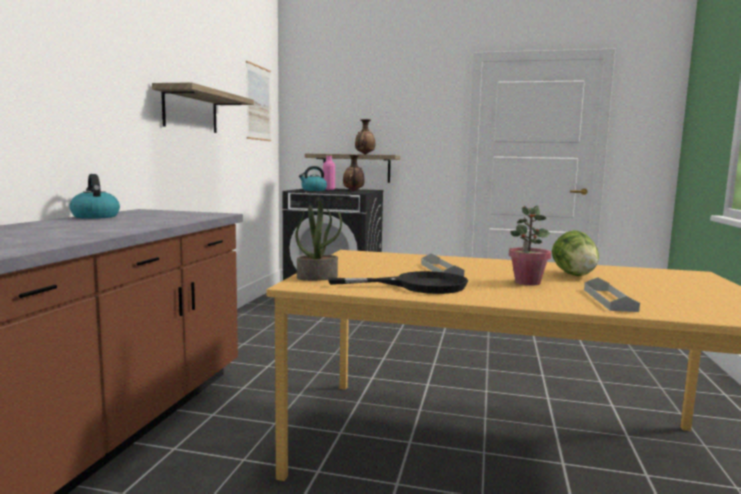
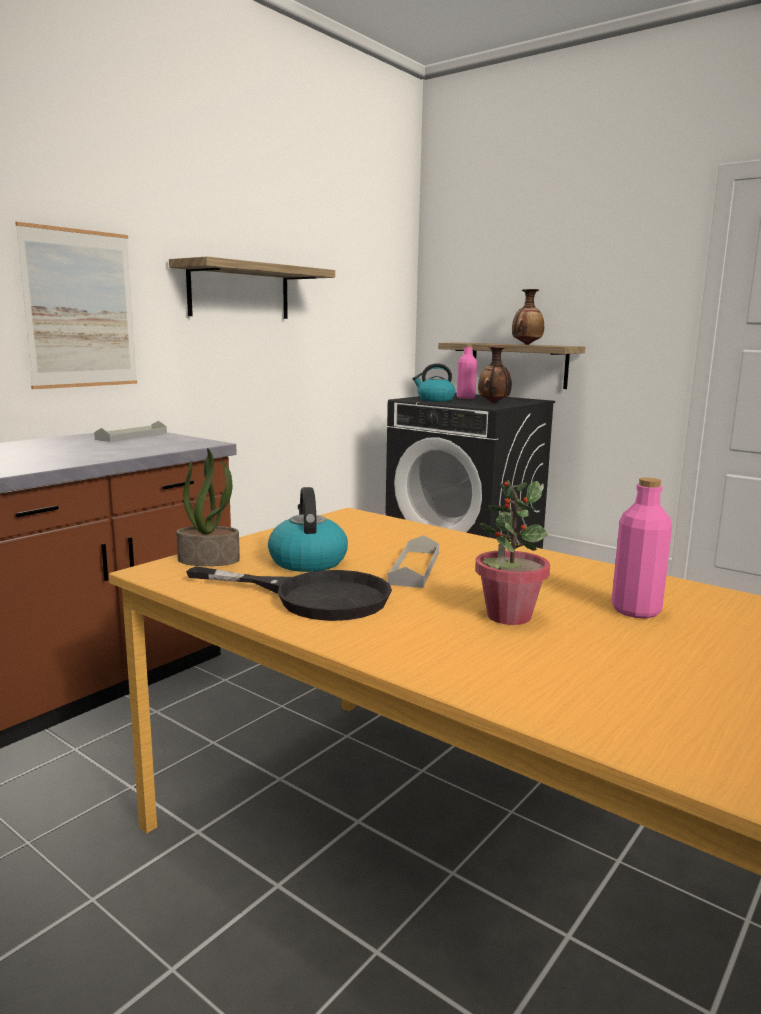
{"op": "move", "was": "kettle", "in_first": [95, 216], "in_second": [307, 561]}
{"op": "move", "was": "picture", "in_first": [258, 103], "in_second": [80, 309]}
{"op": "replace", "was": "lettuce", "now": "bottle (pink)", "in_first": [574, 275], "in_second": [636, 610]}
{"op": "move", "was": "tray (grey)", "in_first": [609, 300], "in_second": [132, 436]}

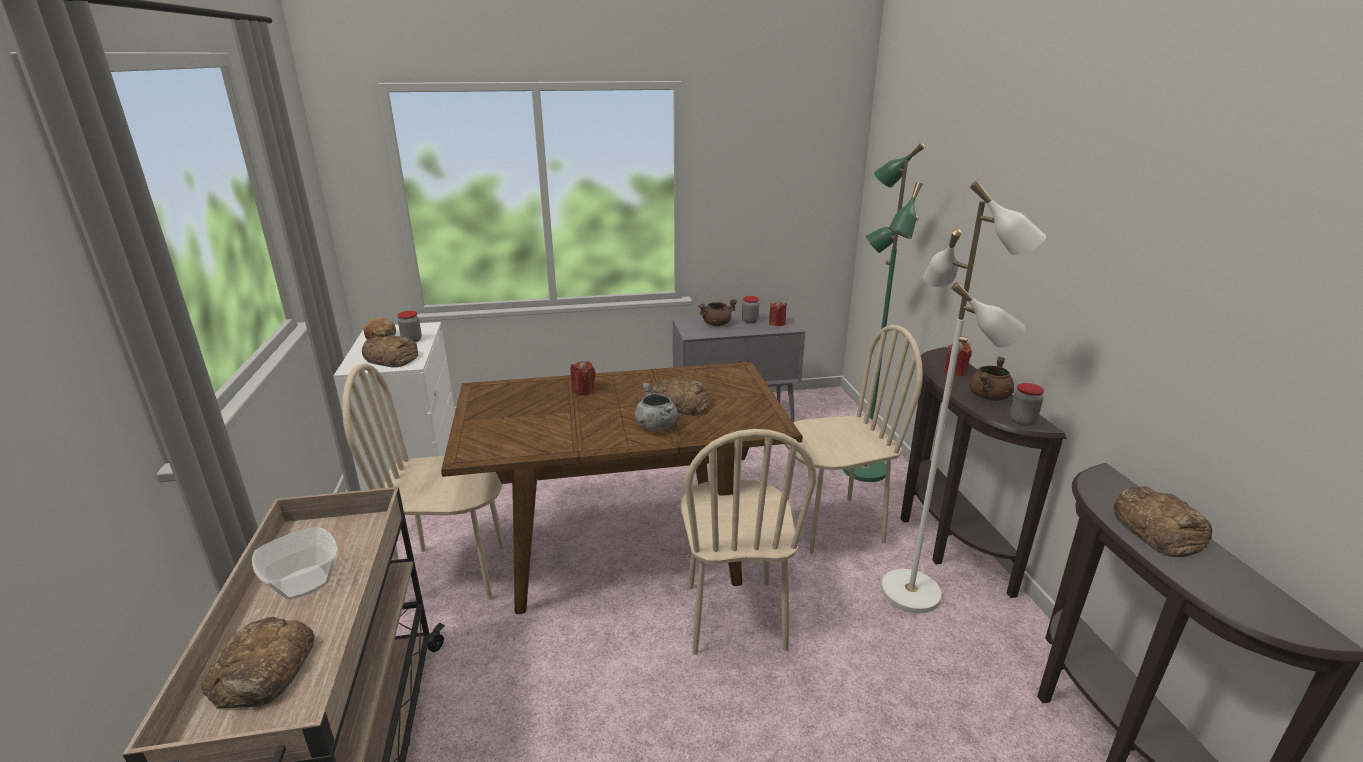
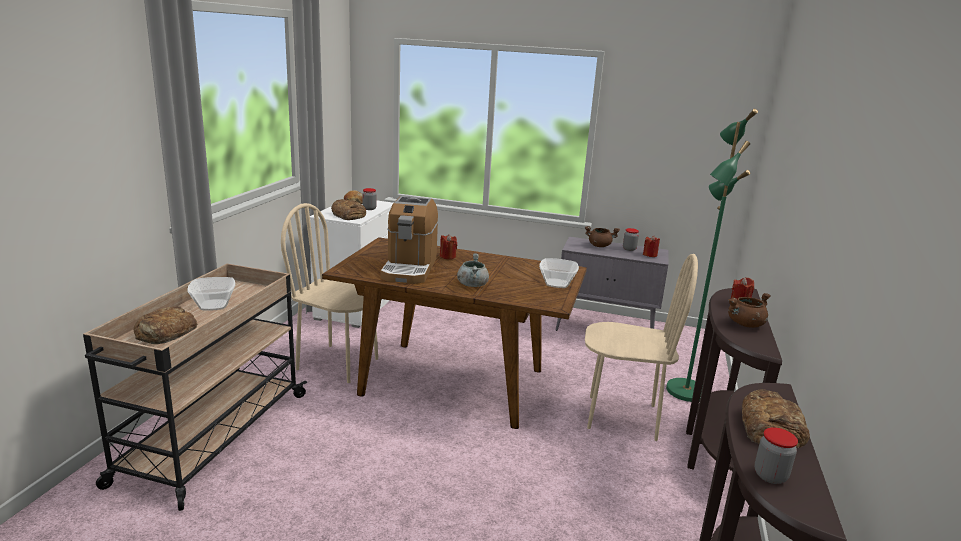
{"op": "delete", "was": "bread", "in_first": [681, 403]}
{"op": "delete", "was": "chair (beige)", "in_first": [734, 616]}
{"op": "delete", "was": "floor lamp (white)", "in_first": [912, 592]}
{"op": "move", "was": "jar", "in_first": [1022, 421], "in_second": [770, 476]}
{"op": "insert", "now": "coffee machine", "in_second": [409, 268]}
{"op": "insert", "now": "bowl", "in_second": [556, 283]}

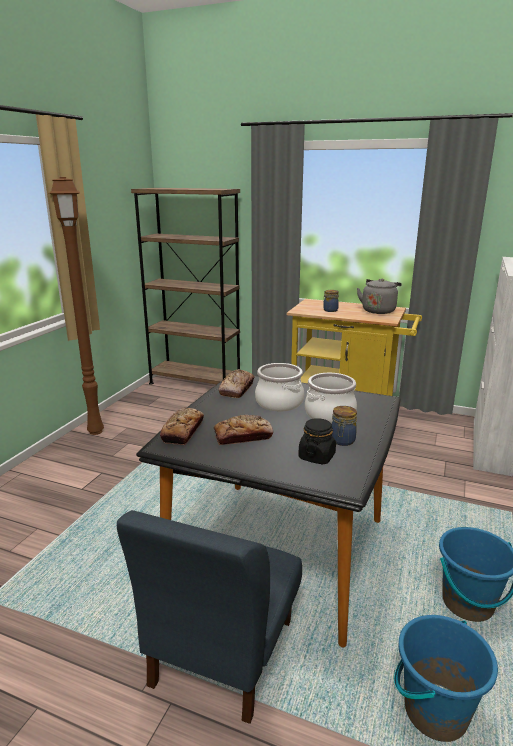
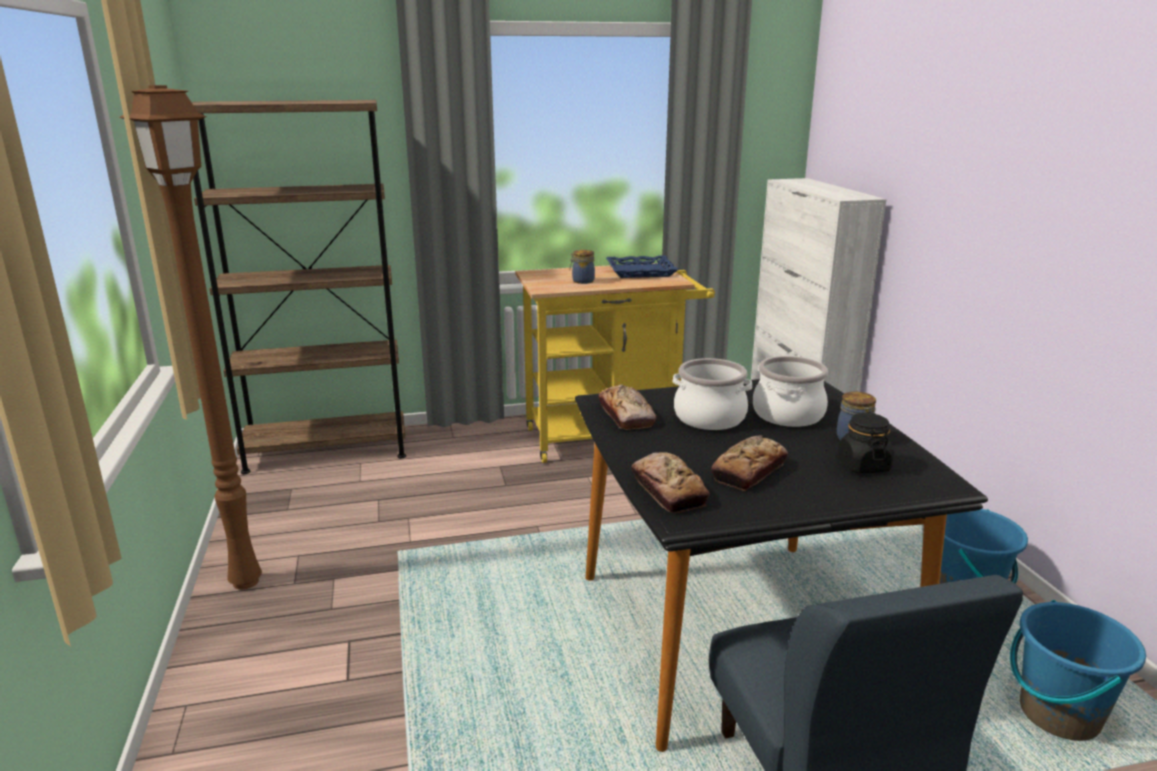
{"op": "replace", "was": "kettle (grey)", "now": "tray (blue)", "in_first": [378, 310], "in_second": [641, 271]}

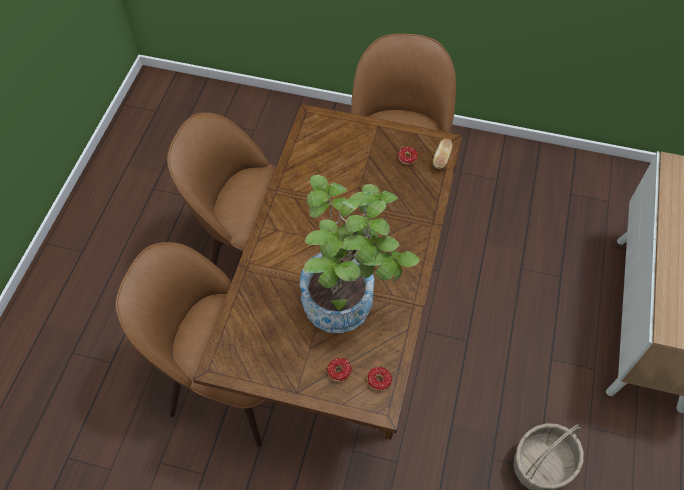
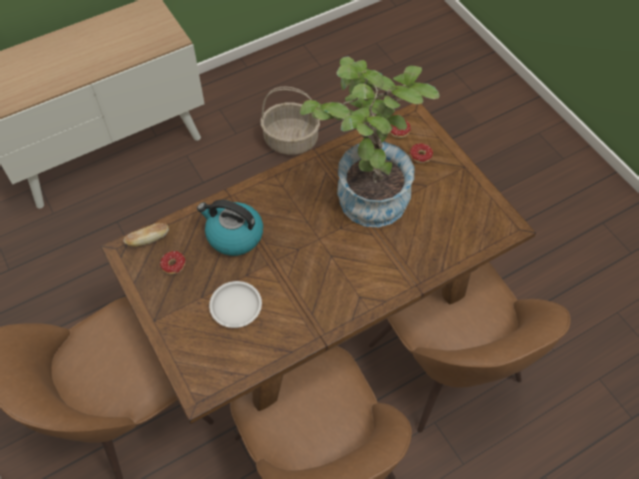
{"op": "insert", "now": "kettle", "in_second": [234, 235]}
{"op": "insert", "now": "plate (white)", "in_second": [236, 306]}

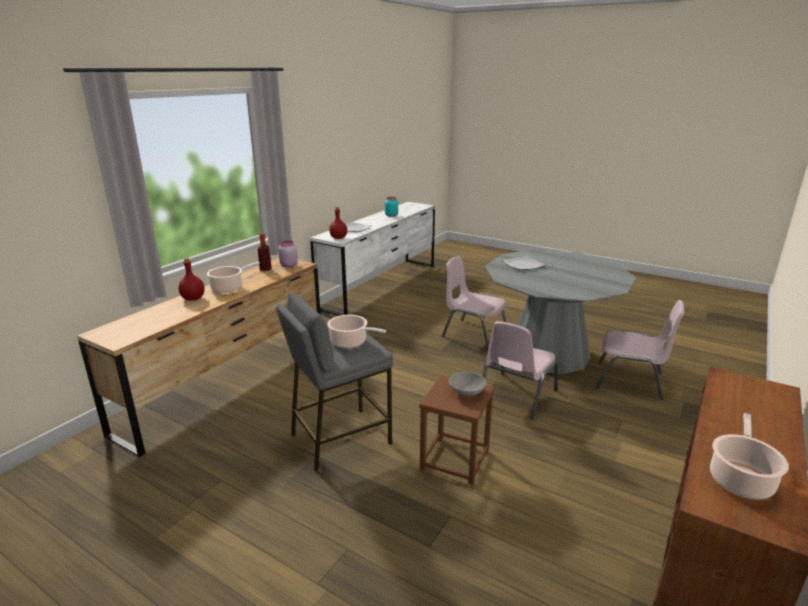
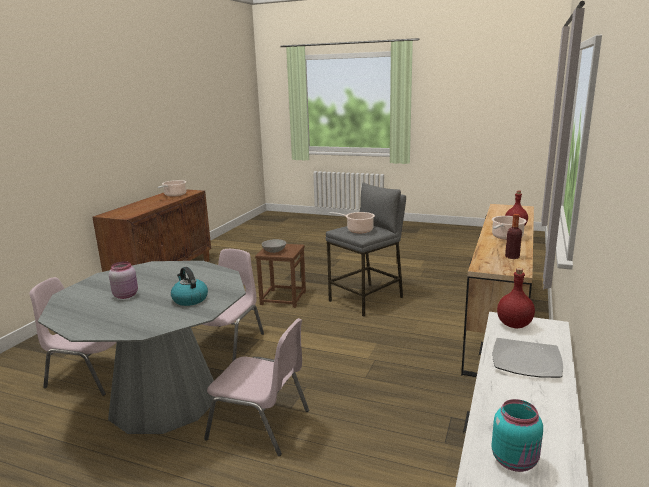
{"op": "move", "was": "jar (pink)", "in_first": [288, 265], "in_second": [126, 295]}
{"op": "replace", "was": "plate", "now": "kettle", "in_first": [523, 265], "in_second": [189, 299]}

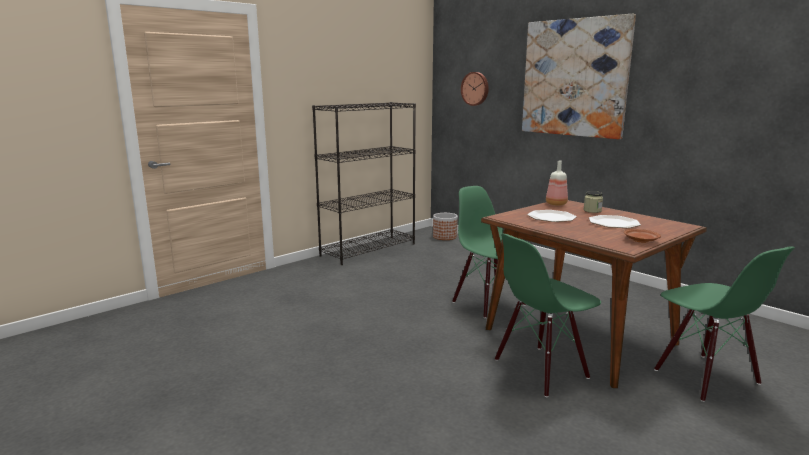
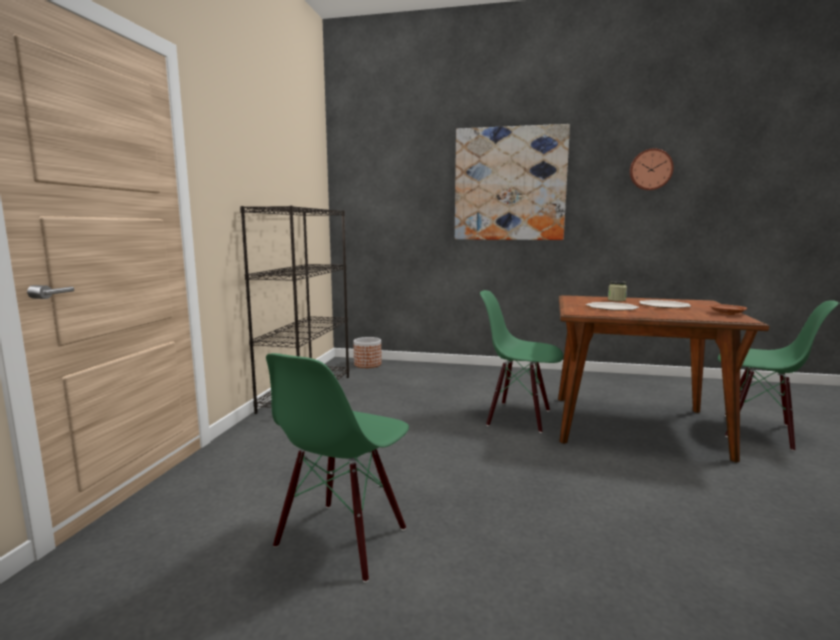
{"op": "move", "was": "wall clock", "in_first": [475, 88], "in_second": [650, 170]}
{"op": "move", "was": "chair (green)", "in_first": [541, 370], "in_second": [342, 539]}
{"op": "delete", "was": "bottle", "in_first": [556, 204]}

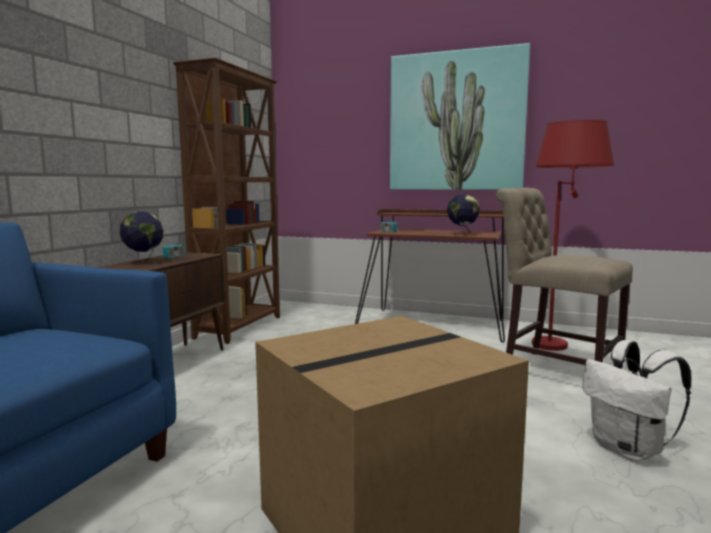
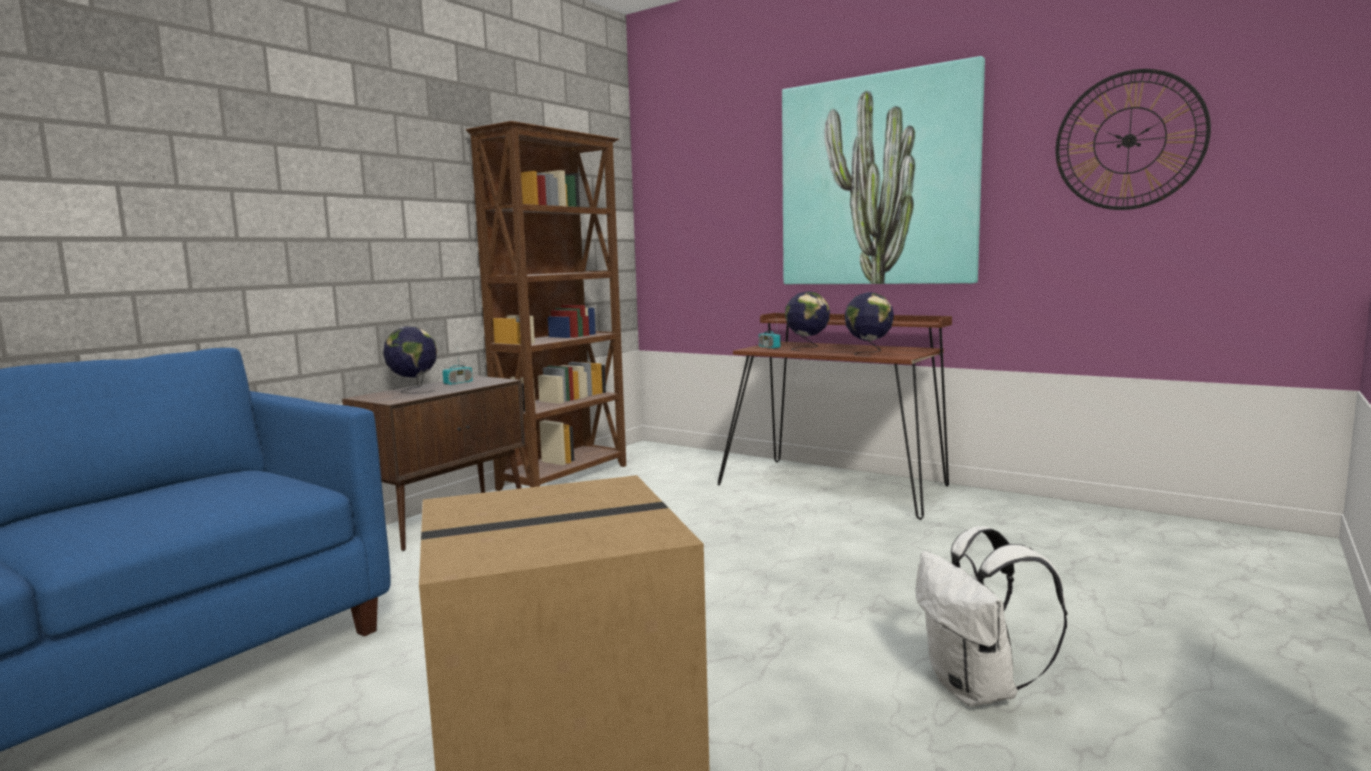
{"op": "delete", "was": "chair (beige)", "in_first": [555, 370]}
{"op": "delete", "was": "floor lamp (red)", "in_first": [561, 342]}
{"op": "insert", "now": "globe", "in_second": [807, 348]}
{"op": "insert", "now": "wall clock", "in_second": [1129, 140]}

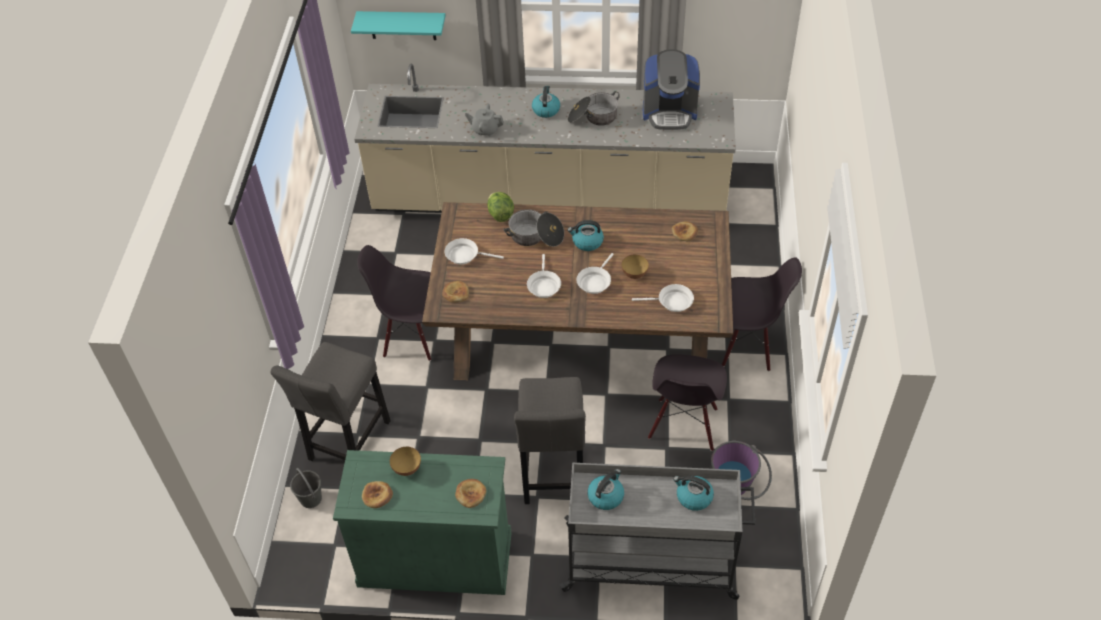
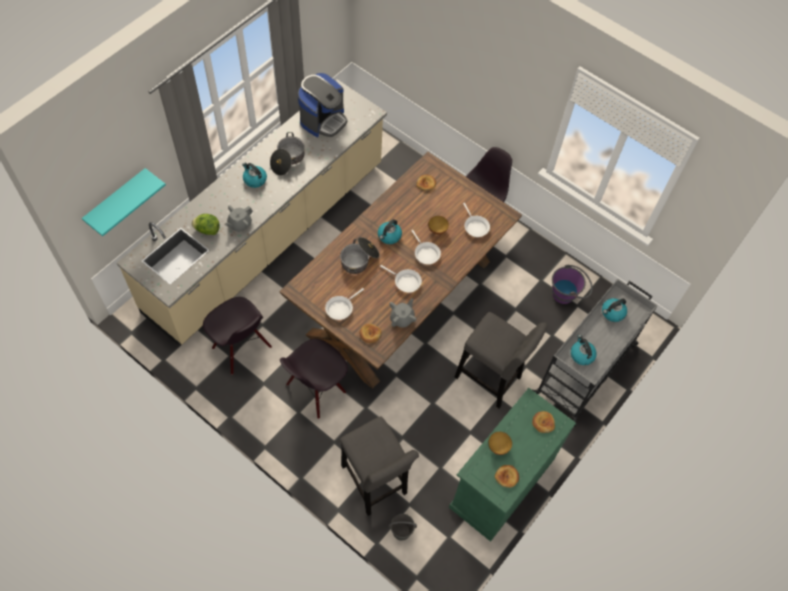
{"op": "move", "was": "lettuce", "in_first": [500, 214], "in_second": [207, 230]}
{"op": "rotate", "was": "frying pan (white)", "in_first": [672, 302], "in_second": [475, 227], "clockwise": 120}
{"op": "move", "was": "chair (black)", "in_first": [684, 425], "in_second": [241, 348]}
{"op": "insert", "now": "teapot (grey)", "in_second": [402, 319]}

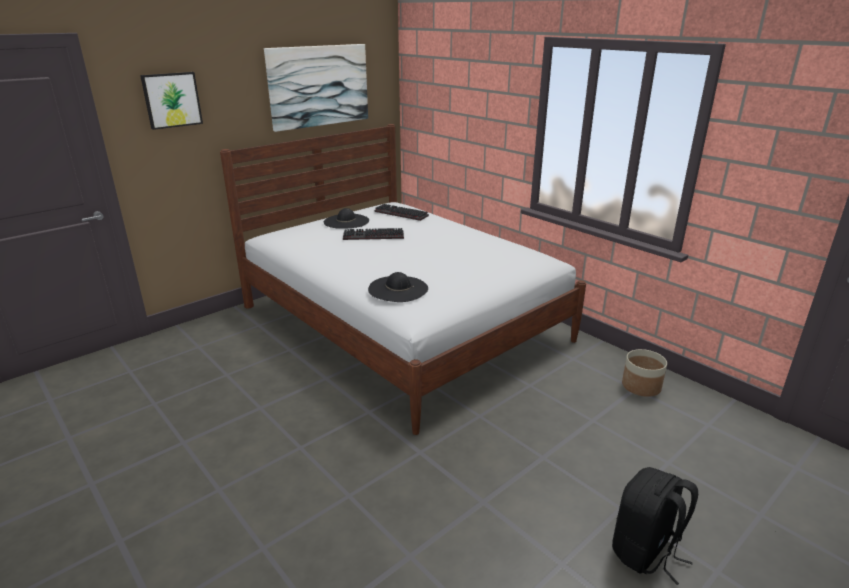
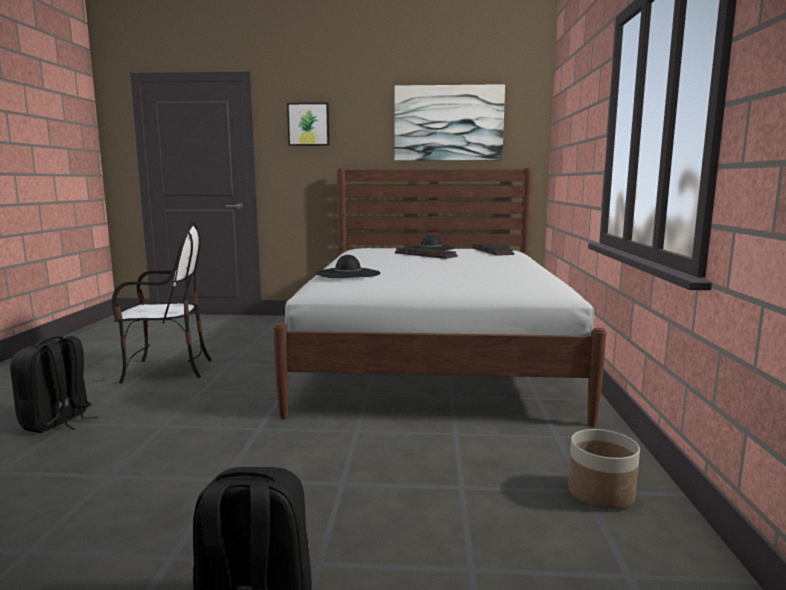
{"op": "insert", "now": "backpack (black)", "in_second": [57, 422]}
{"op": "insert", "now": "chair", "in_second": [166, 370]}

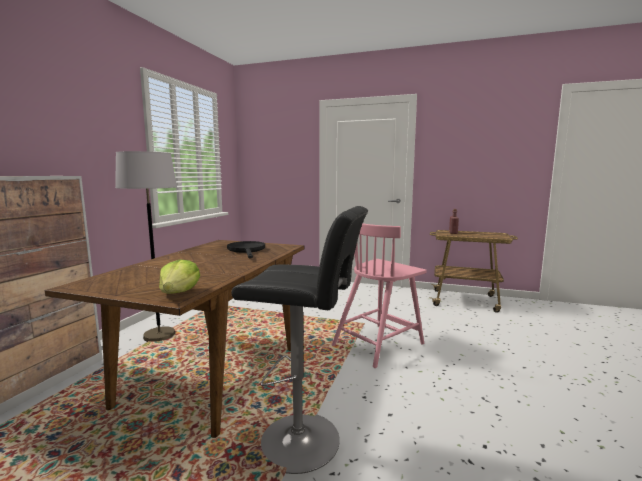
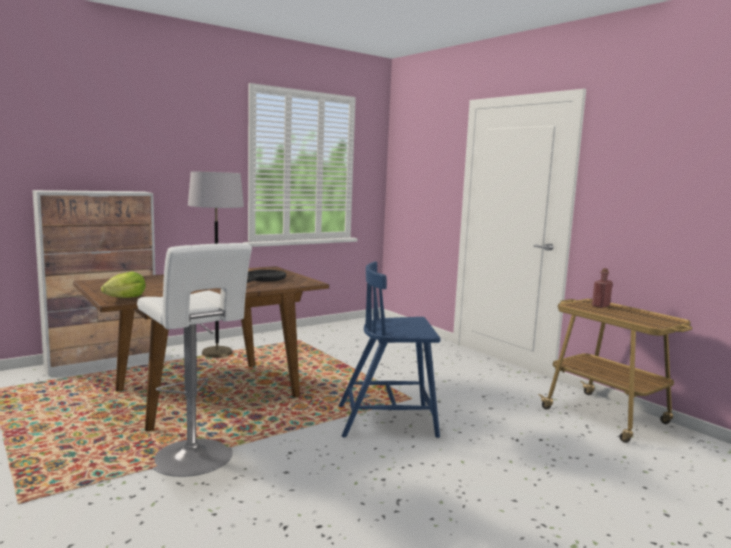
{"op": "recolor", "was": "stool (black)", "now": "stool (white)", "in_first": [304, 441], "in_second": [194, 458]}
{"op": "recolor", "was": "chair (pink)", "now": "chair (blue)", "in_first": [378, 344], "in_second": [388, 420]}

